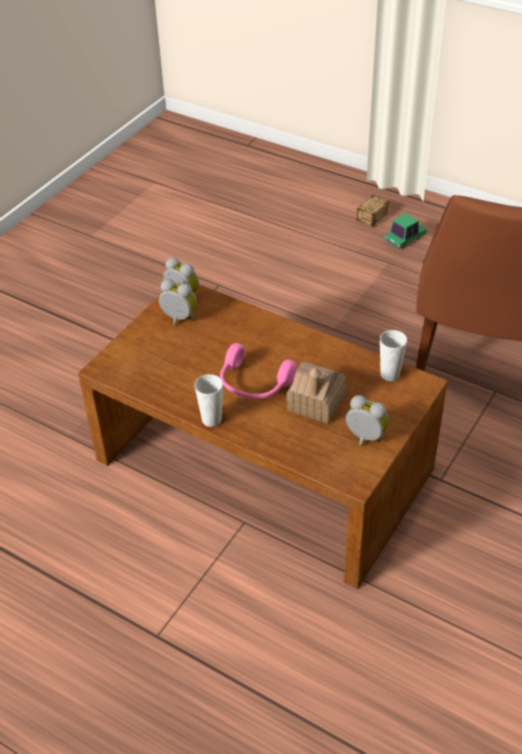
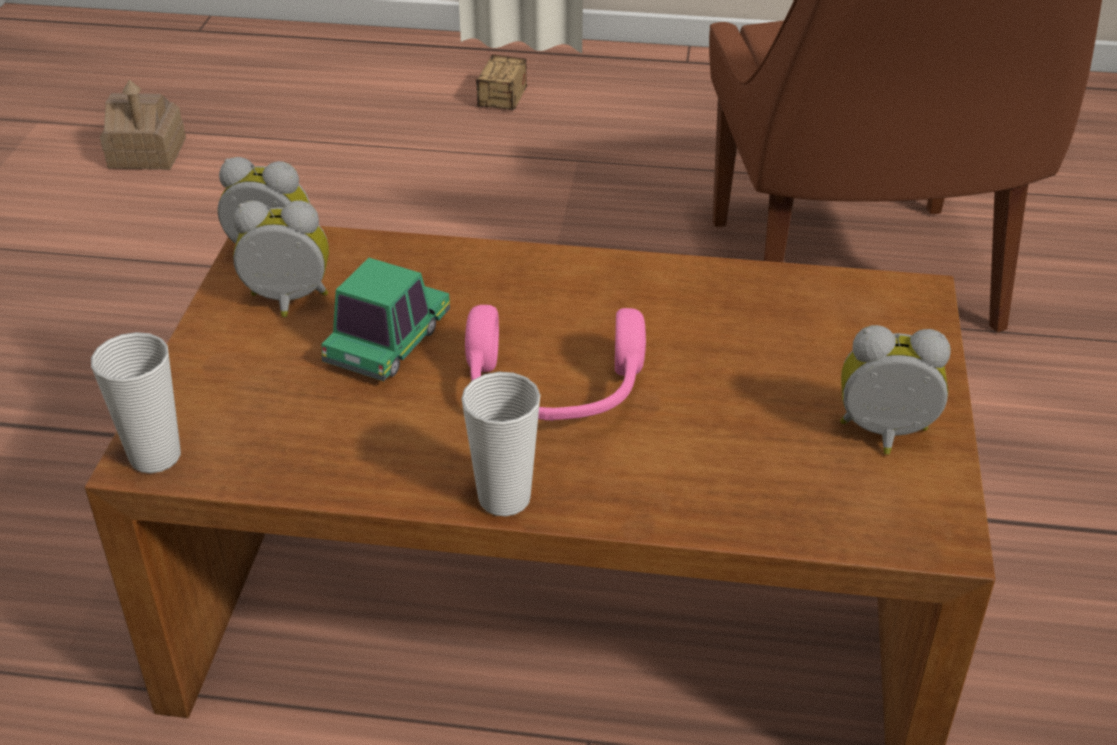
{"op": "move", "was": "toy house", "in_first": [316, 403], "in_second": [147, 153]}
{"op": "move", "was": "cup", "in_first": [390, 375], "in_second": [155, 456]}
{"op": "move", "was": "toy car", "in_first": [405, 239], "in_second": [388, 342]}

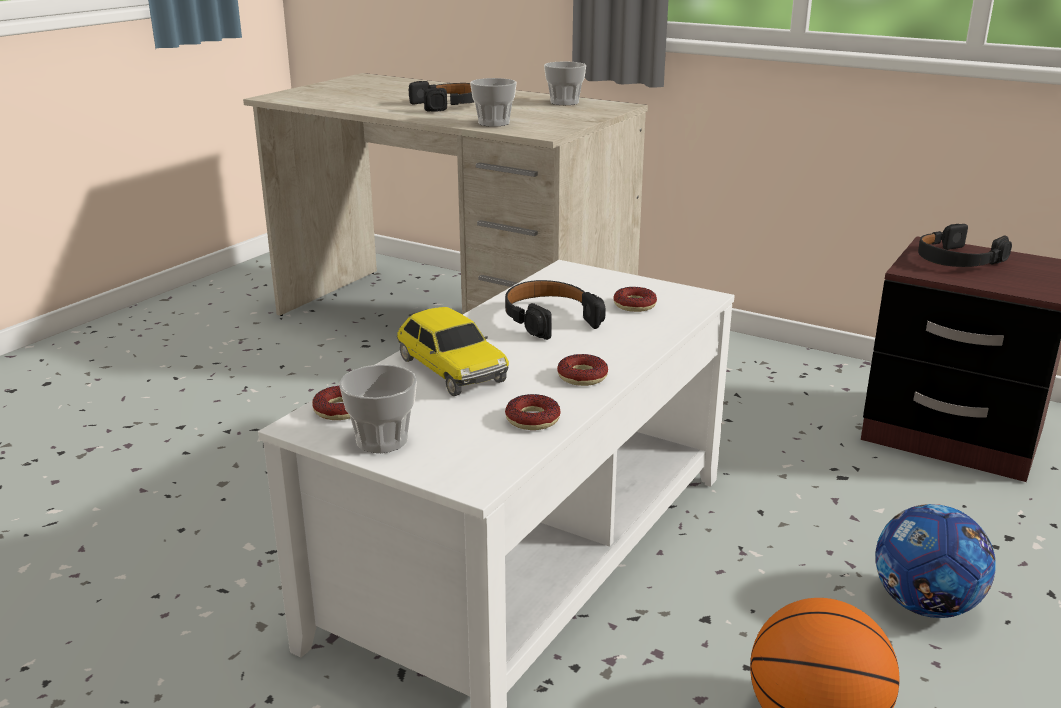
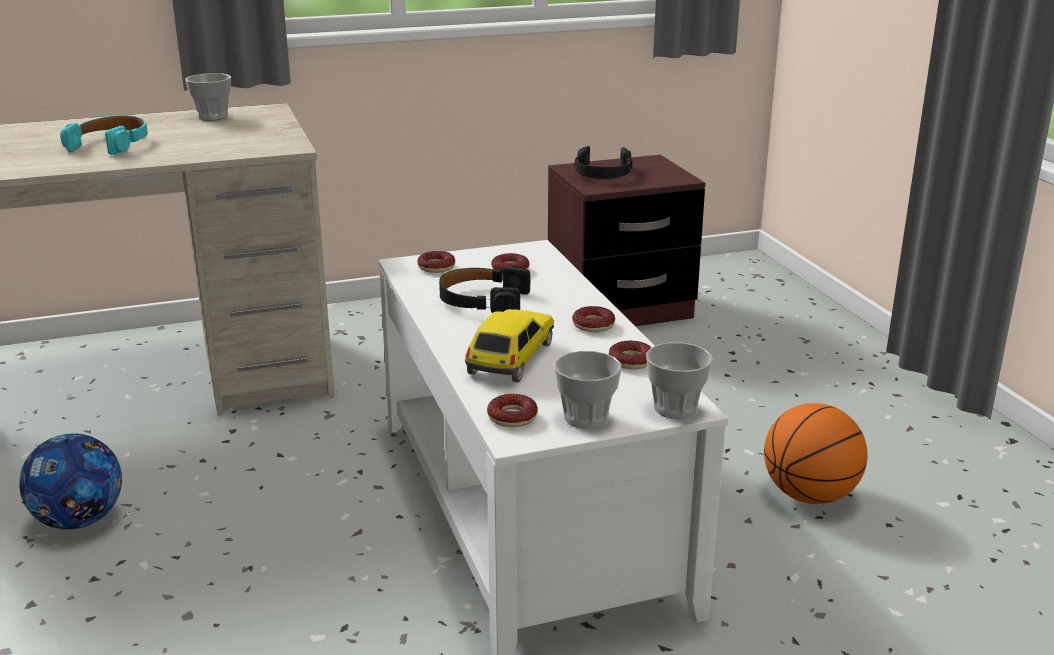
{"op": "rotate", "was": "toy car", "in_first": [451, 370], "in_second": [510, 359], "clockwise": -75}
{"op": "recolor", "was": "headphones (black)", "now": "headphones (turquoise)", "in_first": [448, 105], "in_second": [111, 144]}
{"op": "move", "was": "cup", "in_first": [494, 123], "in_second": [675, 408]}
{"op": "move", "was": "football", "in_first": [925, 605], "in_second": [79, 520]}
{"op": "insert", "now": "donut", "in_second": [436, 267]}

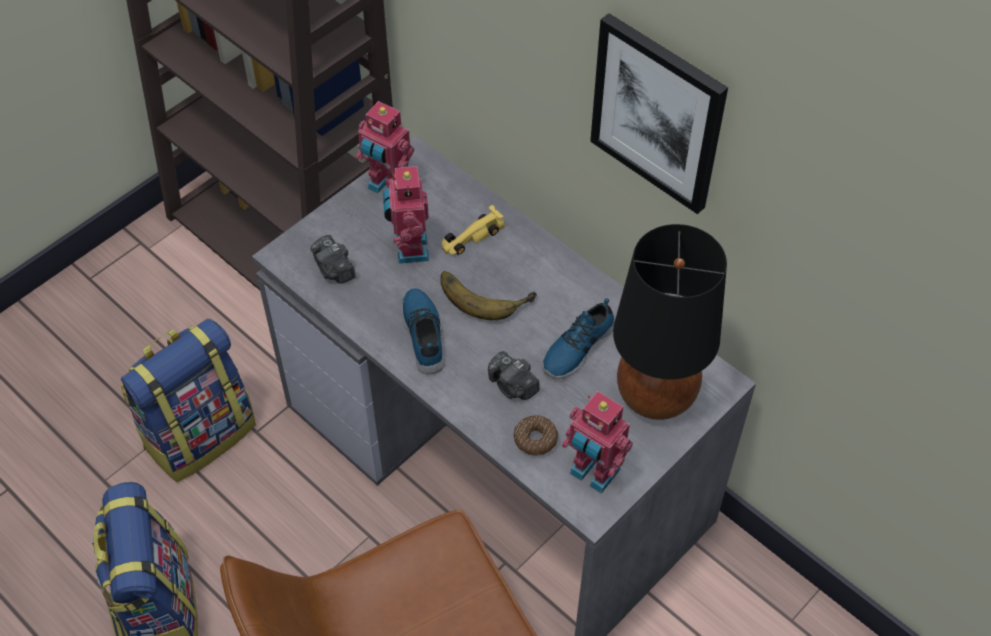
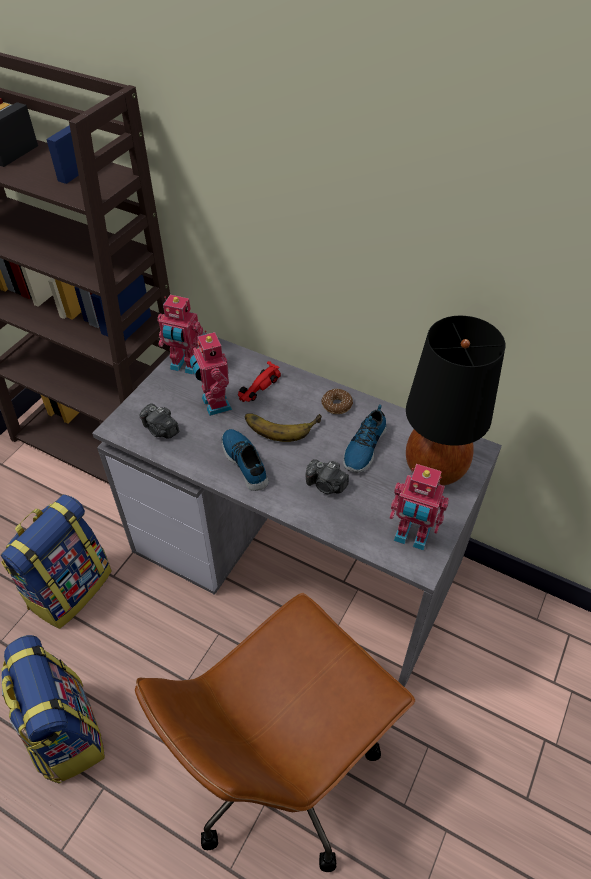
{"op": "recolor", "was": "toy car (yellow)", "now": "toy car (red)", "in_first": [471, 237], "in_second": [258, 387]}
{"op": "move", "was": "donut", "in_first": [535, 439], "in_second": [337, 405]}
{"op": "delete", "was": "picture", "in_first": [658, 113]}

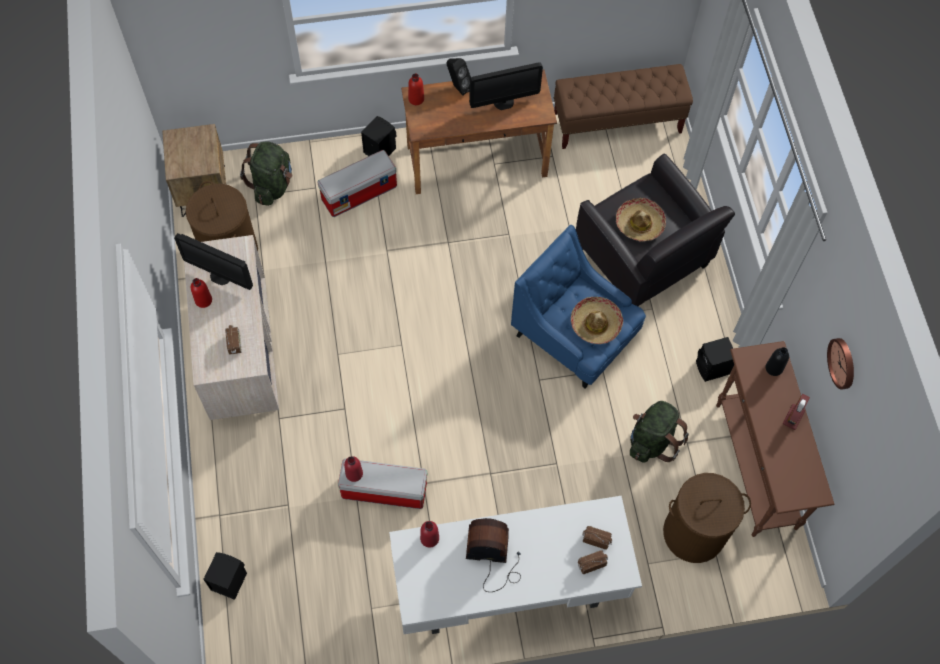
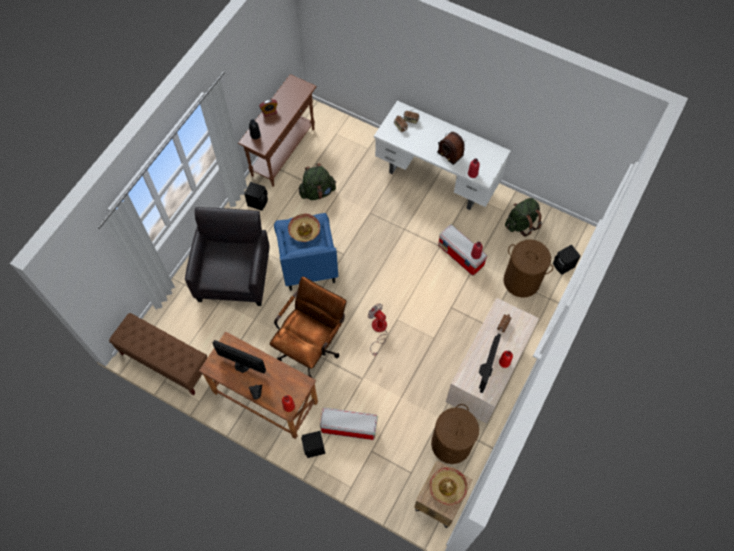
{"op": "rotate", "was": "monitor", "in_first": [221, 276], "in_second": [485, 370], "clockwise": 45}
{"op": "move", "was": "backpack (green)", "in_first": [272, 185], "in_second": [521, 223]}
{"op": "move", "was": "hat", "in_first": [639, 224], "in_second": [447, 487]}
{"op": "move", "was": "laundry basket (brown)", "in_first": [694, 532], "in_second": [521, 281]}
{"op": "delete", "was": "wall clock", "in_first": [843, 363]}
{"op": "insert", "now": "office chair (brown)", "in_second": [311, 345]}
{"op": "insert", "now": "fan", "in_second": [378, 330]}

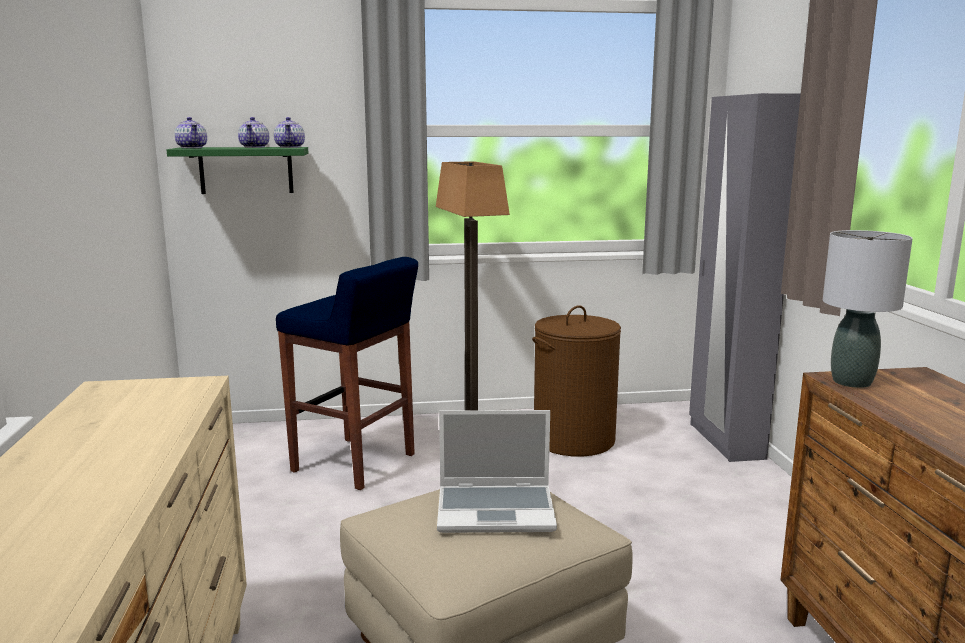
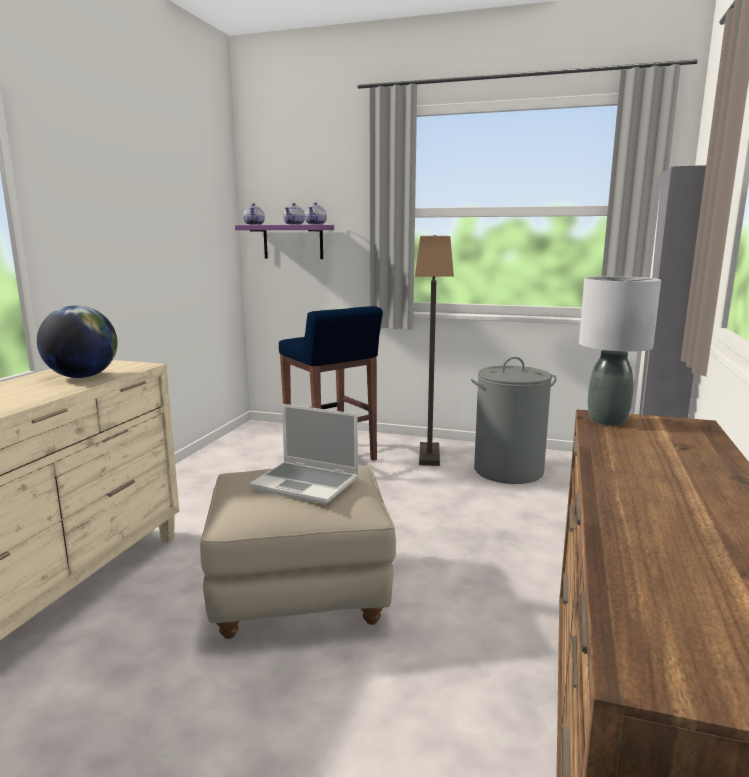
{"op": "recolor", "was": "shelf (green)", "now": "shelf (purple)", "in_first": [246, 170], "in_second": [293, 242]}
{"op": "recolor", "was": "laundry basket (brown)", "now": "laundry basket (grey)", "in_first": [573, 440], "in_second": [508, 470]}
{"op": "insert", "now": "globe", "in_second": [82, 377]}

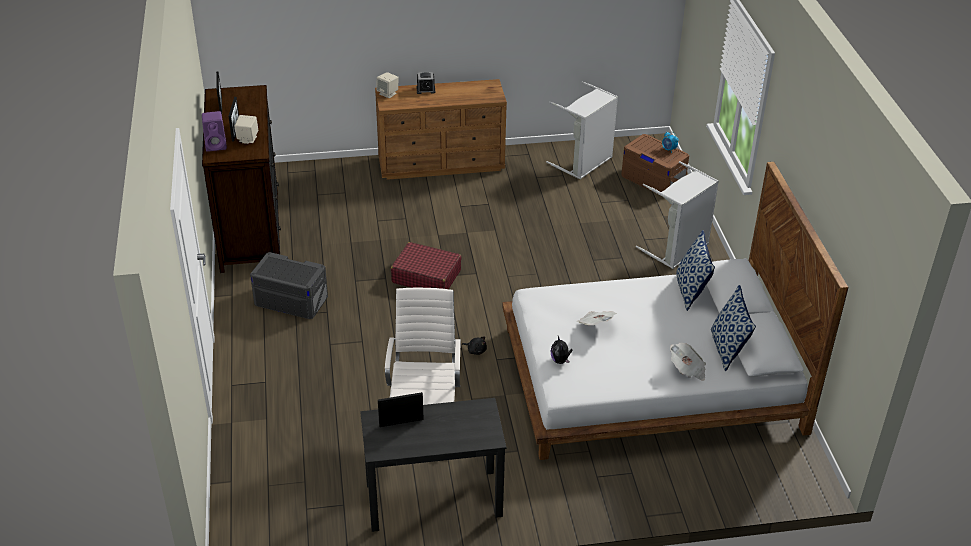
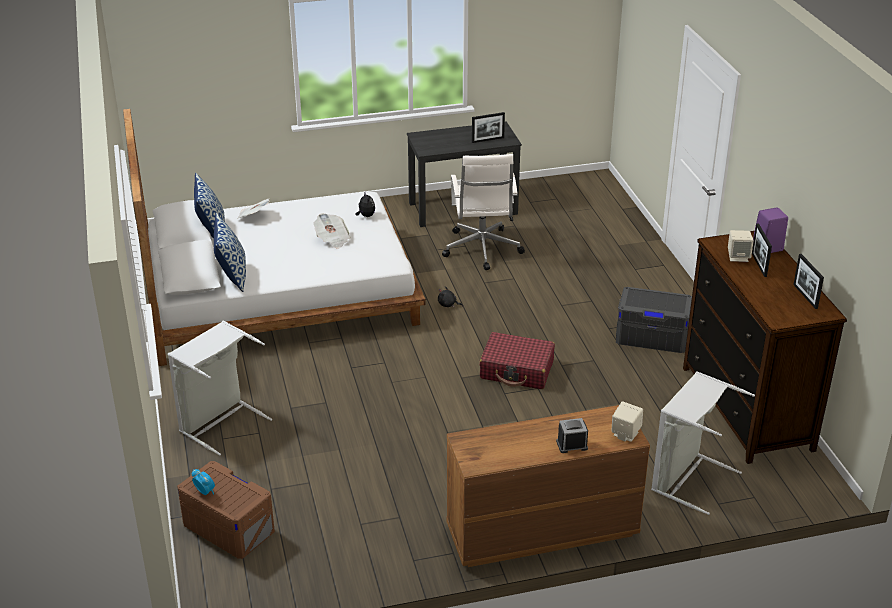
{"op": "move", "was": "laundry basket (grey)", "in_first": [584, 163], "in_second": [687, 478]}

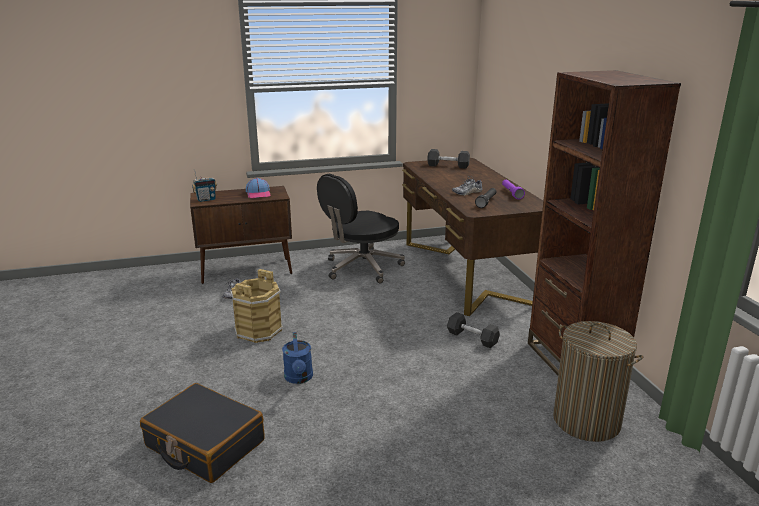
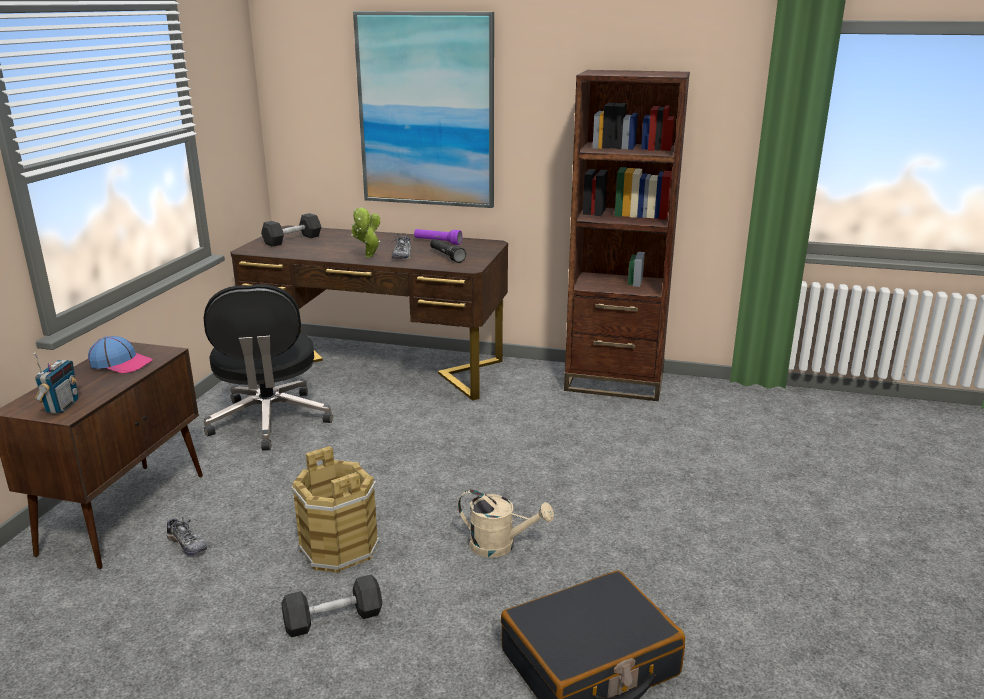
{"op": "recolor", "was": "watering can (blue)", "now": "watering can (beige)", "in_first": [299, 378], "in_second": [500, 546]}
{"op": "move", "was": "dumbbell (grey)", "in_first": [472, 338], "in_second": [333, 619]}
{"op": "delete", "was": "laundry basket", "in_first": [586, 421]}
{"op": "insert", "now": "potted plant", "in_second": [368, 257]}
{"op": "insert", "now": "picture", "in_second": [426, 111]}

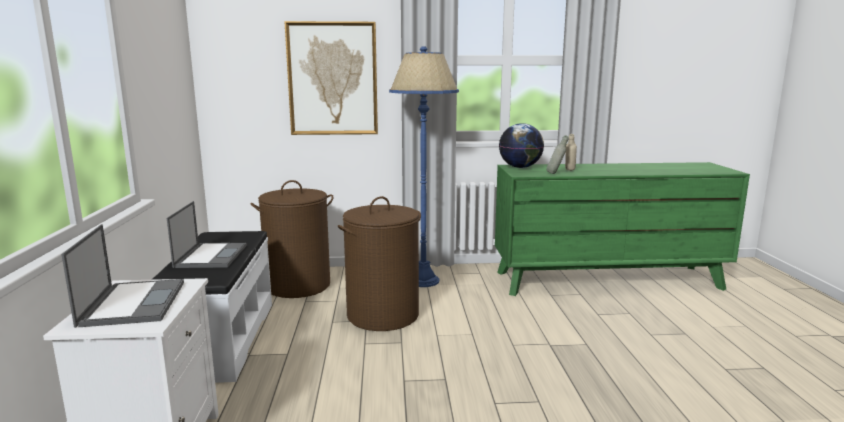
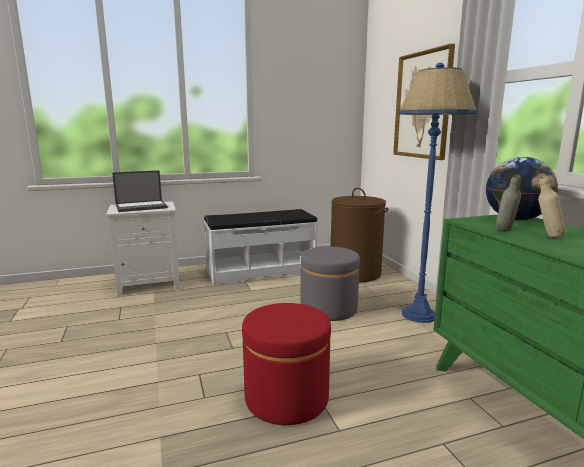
{"op": "delete", "was": "laptop", "in_first": [211, 255]}
{"op": "replace", "was": "laundry basket (brown)", "now": "ottoman (grey)", "in_first": [383, 315], "in_second": [329, 309]}
{"op": "insert", "now": "ottoman (red)", "in_second": [286, 398]}

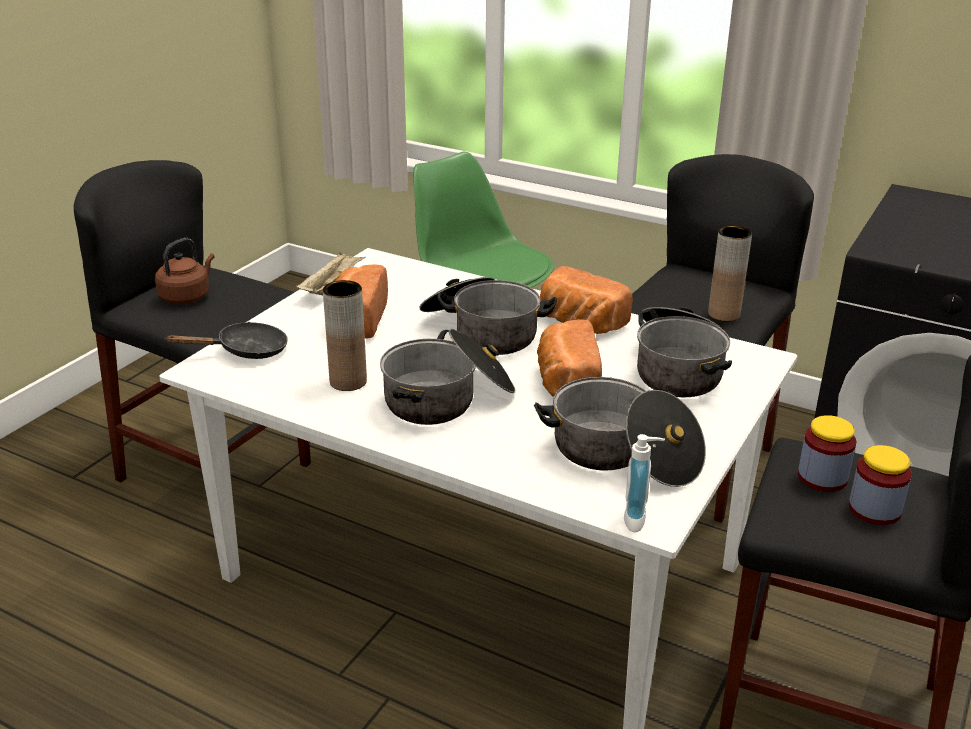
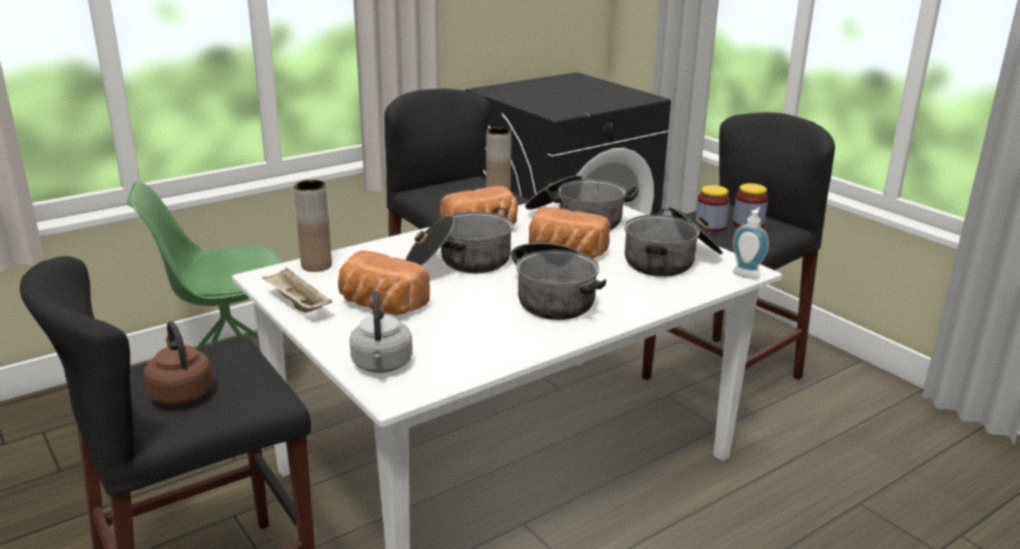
{"op": "replace", "was": "frying pan (black)", "now": "kettle (grey)", "in_first": [245, 351], "in_second": [382, 365]}
{"op": "move", "was": "vase (brown)", "in_first": [348, 382], "in_second": [316, 265]}

